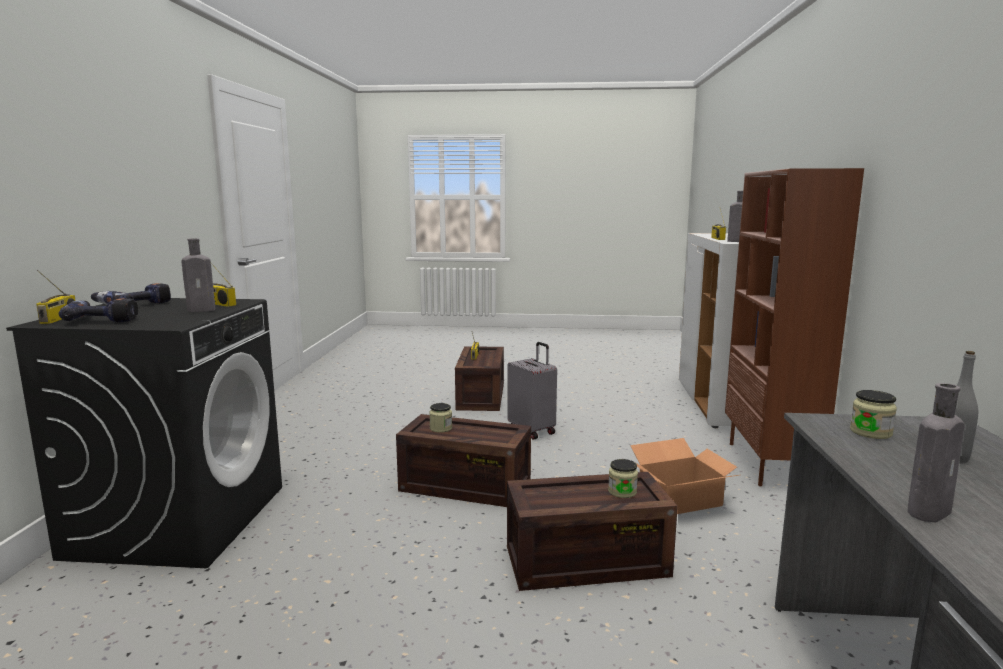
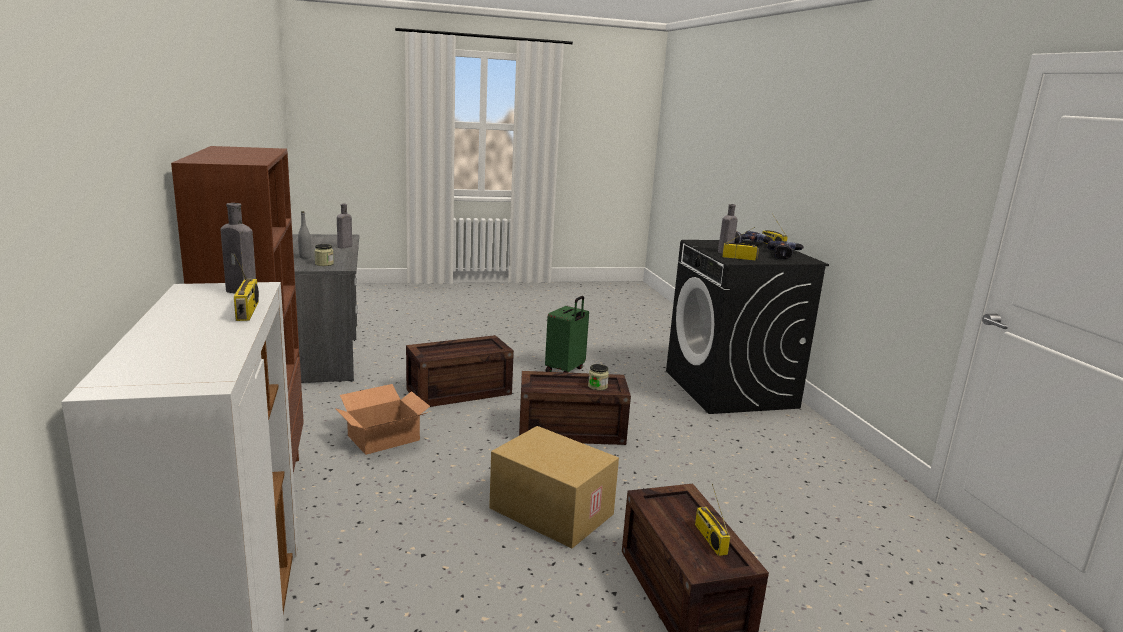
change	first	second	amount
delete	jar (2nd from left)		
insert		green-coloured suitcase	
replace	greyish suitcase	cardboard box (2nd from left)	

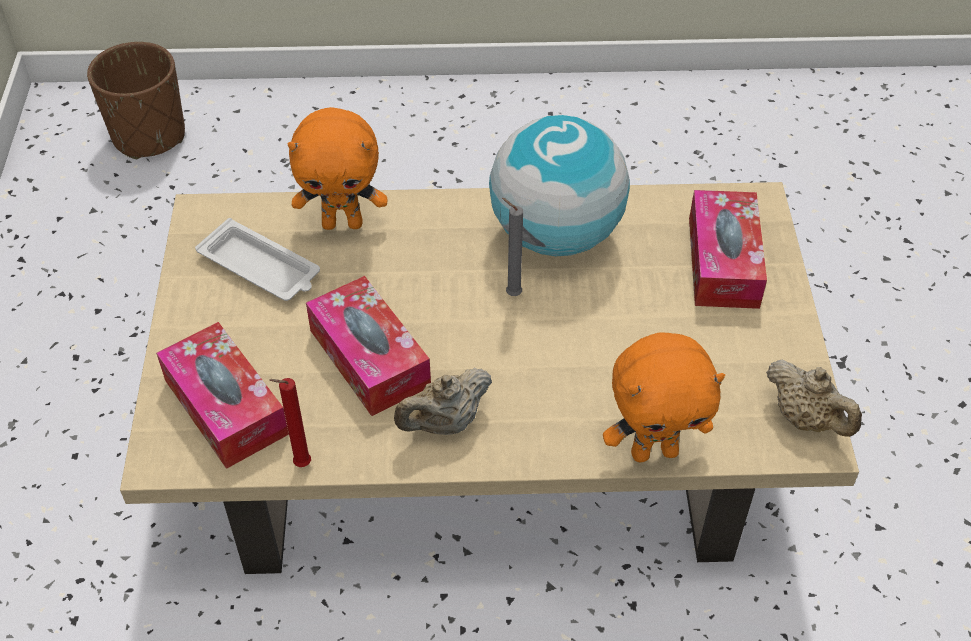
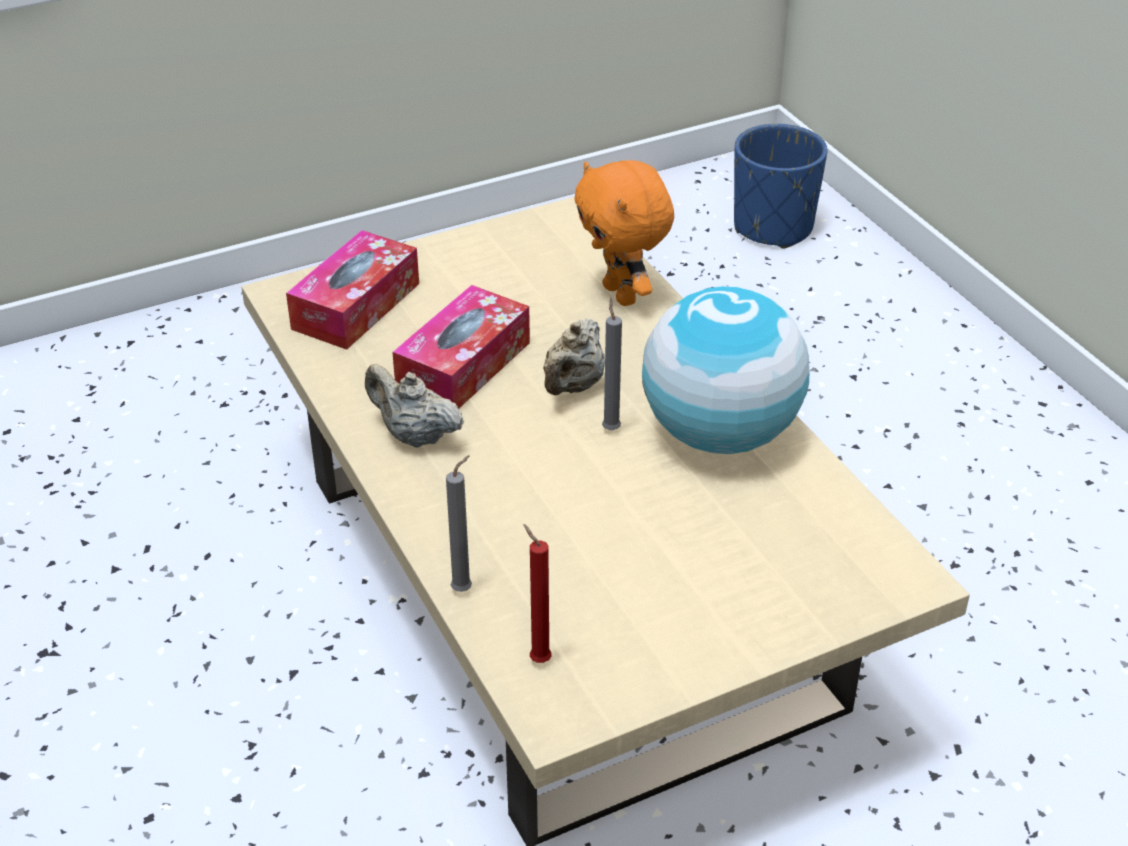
change	first	second	amount
delete	whitish tray		
delete	tissue holder (3rd from left)		
move	red-coloured wax light		
move	beige-coloured tea pot (2nd from left)		
replace	orange-coloured plush toy (2nd from left)	greyish wax light (1st from left)	
recolor	brown planter	blue planter	

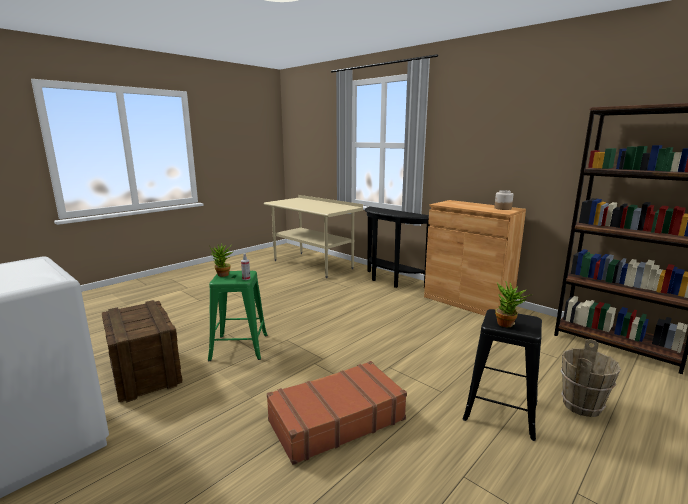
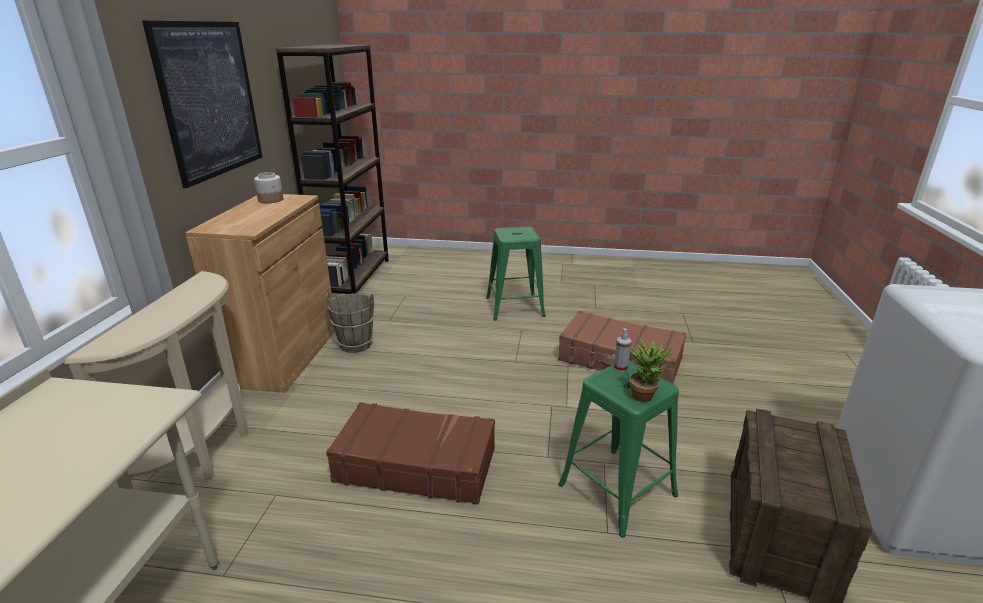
change	first	second	amount
delete	houseplant (2nd from left)		
insert		wall picture	
insert		brown suitcase (1st from left)	
move	brown pail		
recolor	black console table	beige-coloured console table	
recolor	black stool seat	green-coloured stool seat (1st from left)	

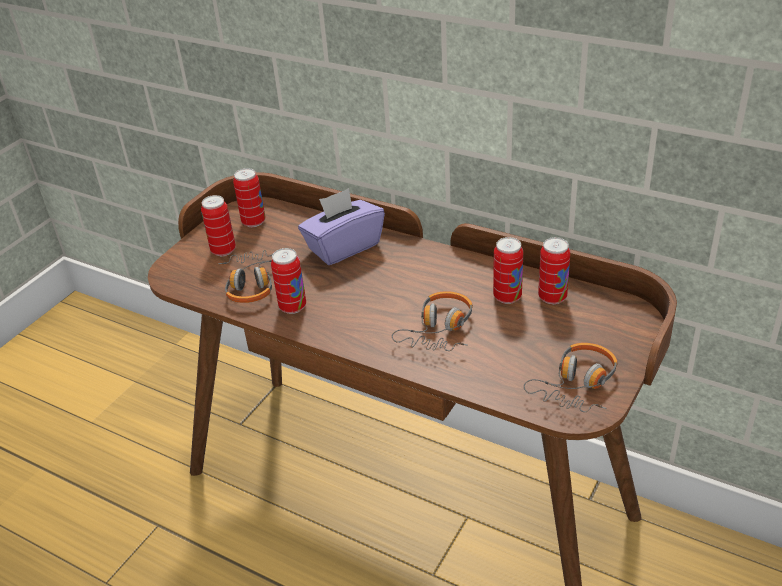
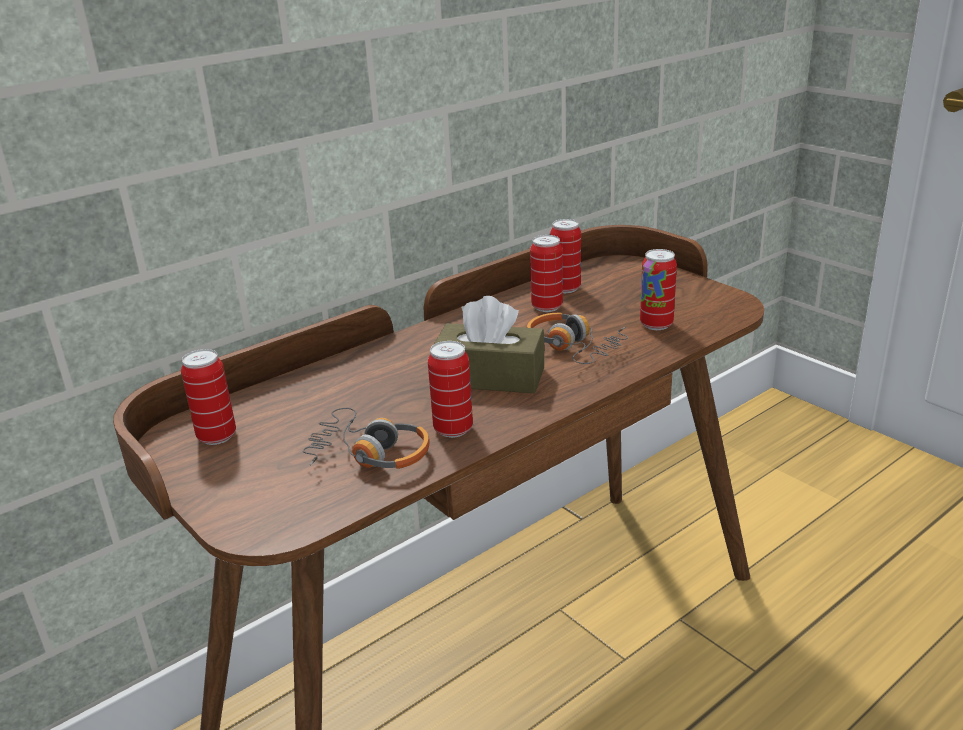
change	first	second	amount
delete	purplish tissue holder		
delete	headset (3rd from left)		
insert		brown tissue holder	
move	metal can (1st from left in the first image)	metal can (5th from left)	

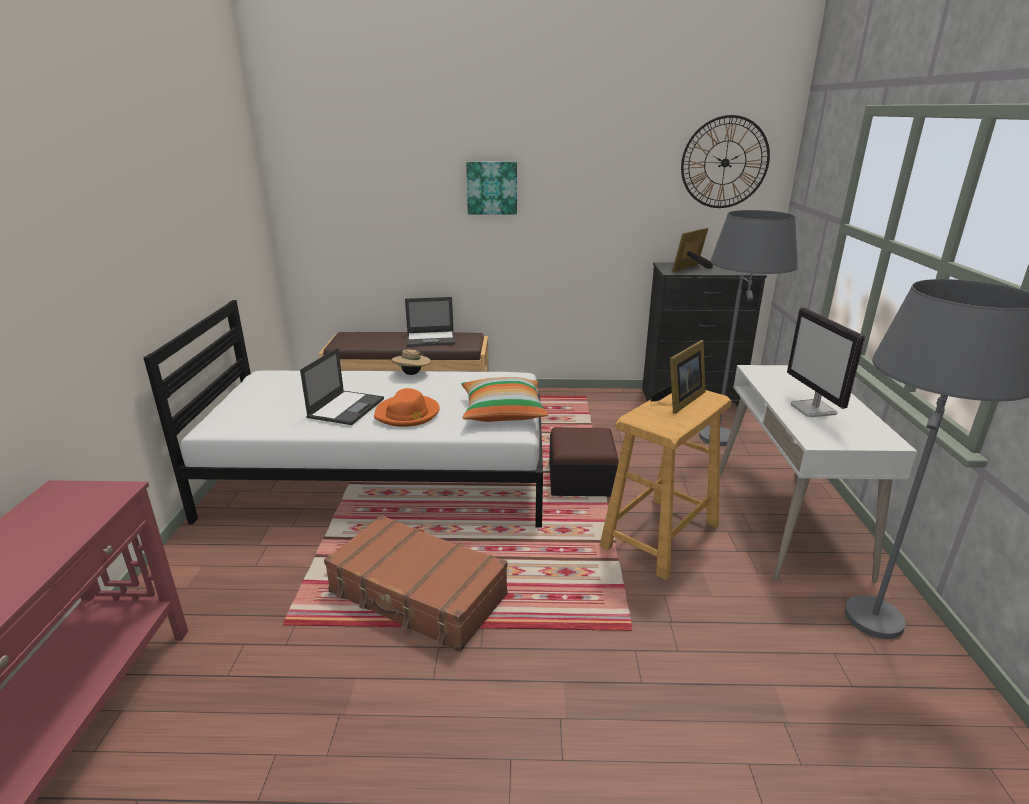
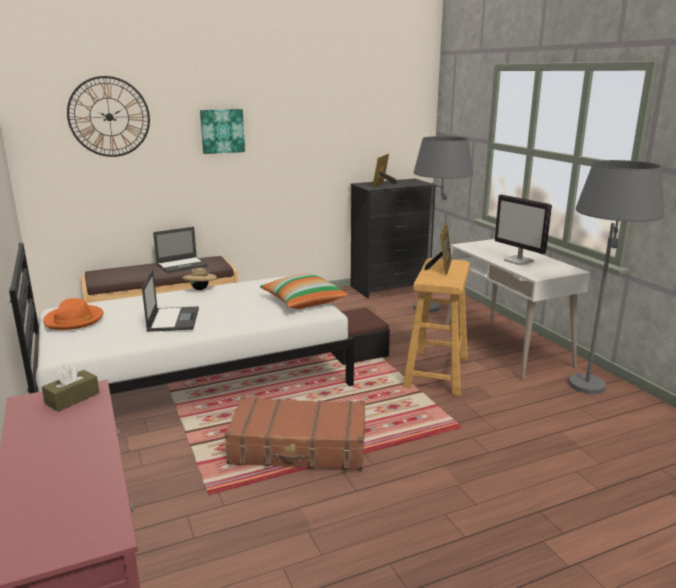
change	first	second	amount
insert		brown tissue holder	
move	orange-coloured clothing hat		
move	wall clock		

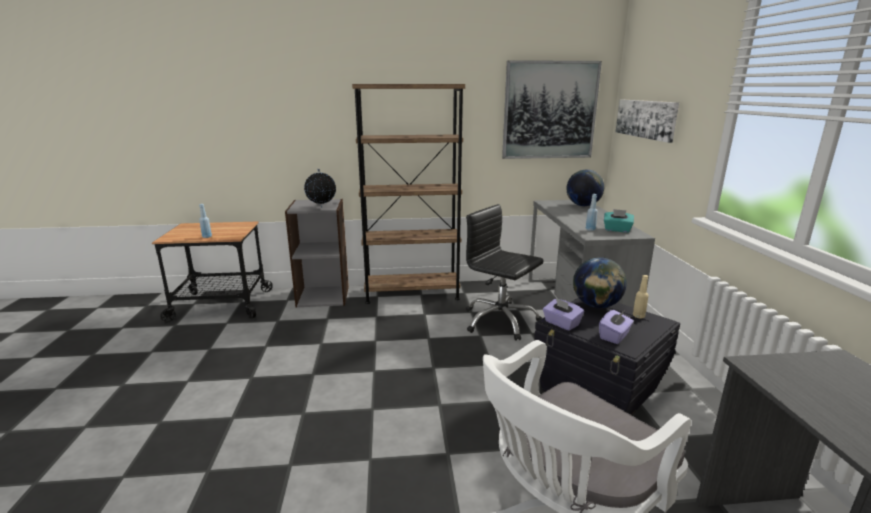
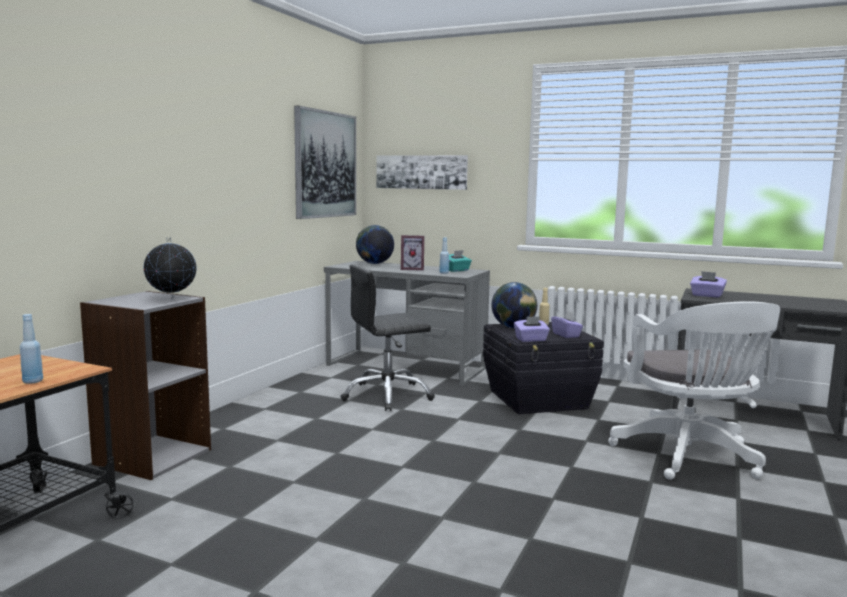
change	first	second	amount
delete	brown bookcase		
insert		photo frame	
insert		purplish tissue holder (3rd from left)	

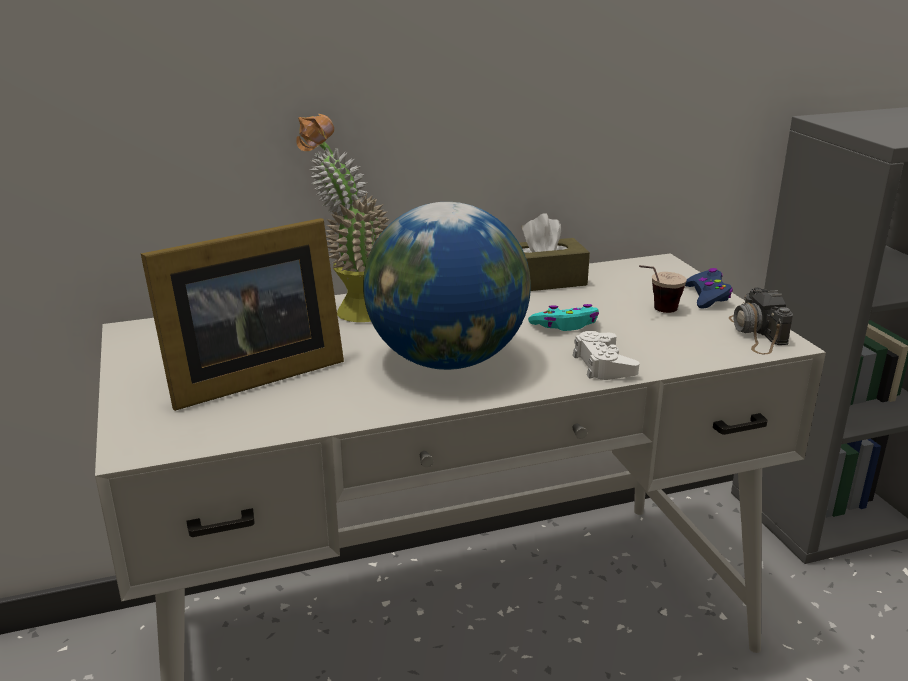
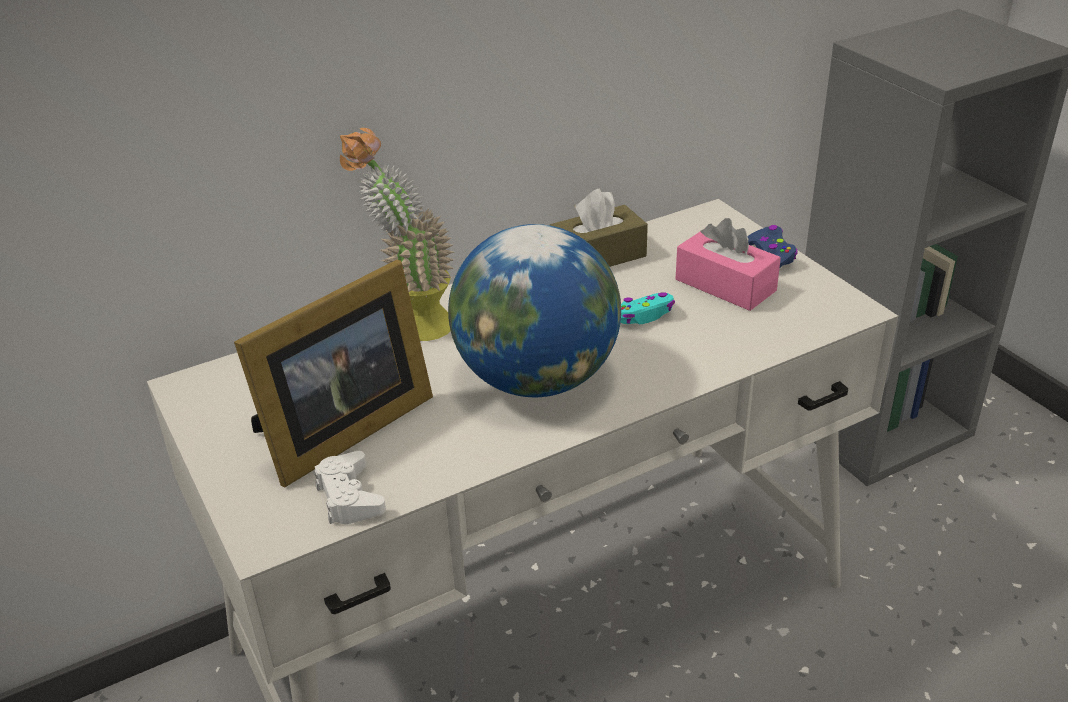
change	first	second	amount
delete	photo camera		
move	whitish game controller		
replace	cup	pink tissue holder	

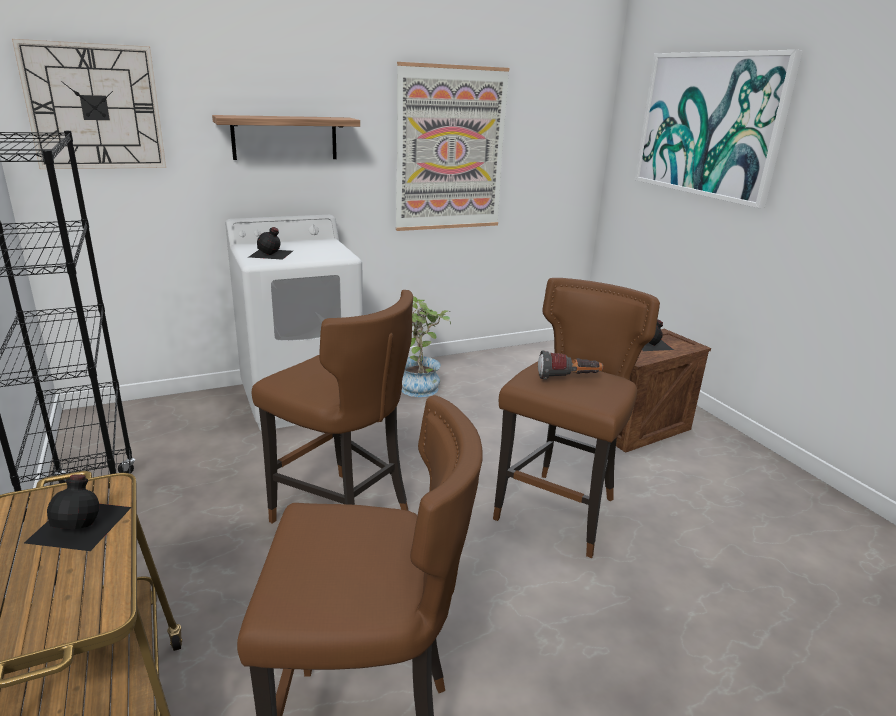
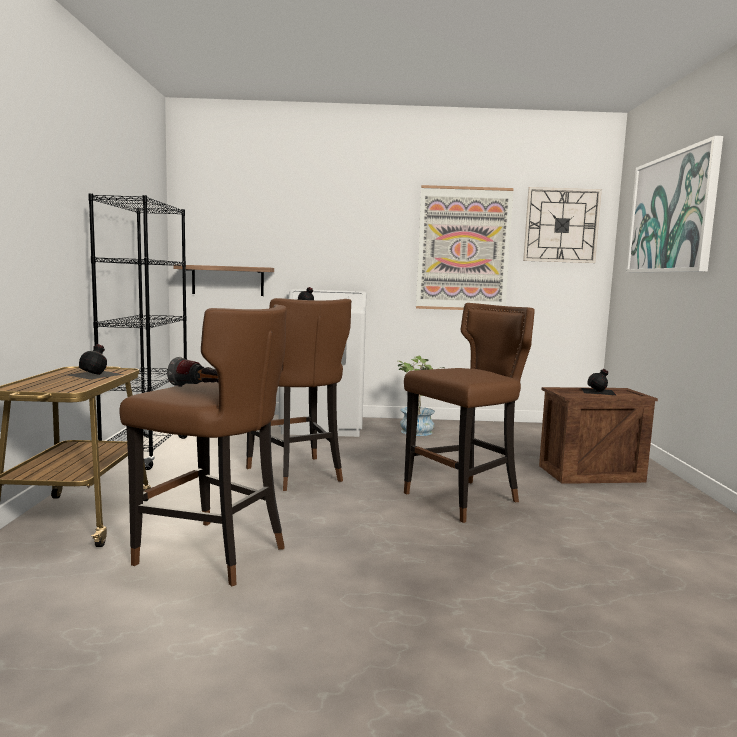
change	first	second	amount
move	wall clock		
move	wall shelf		
move	hand torch		

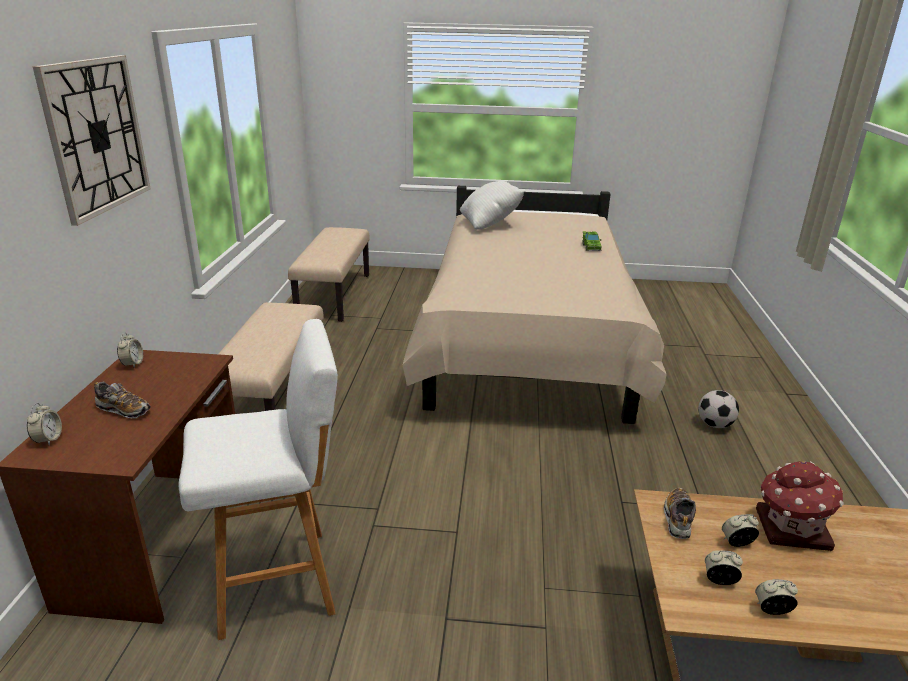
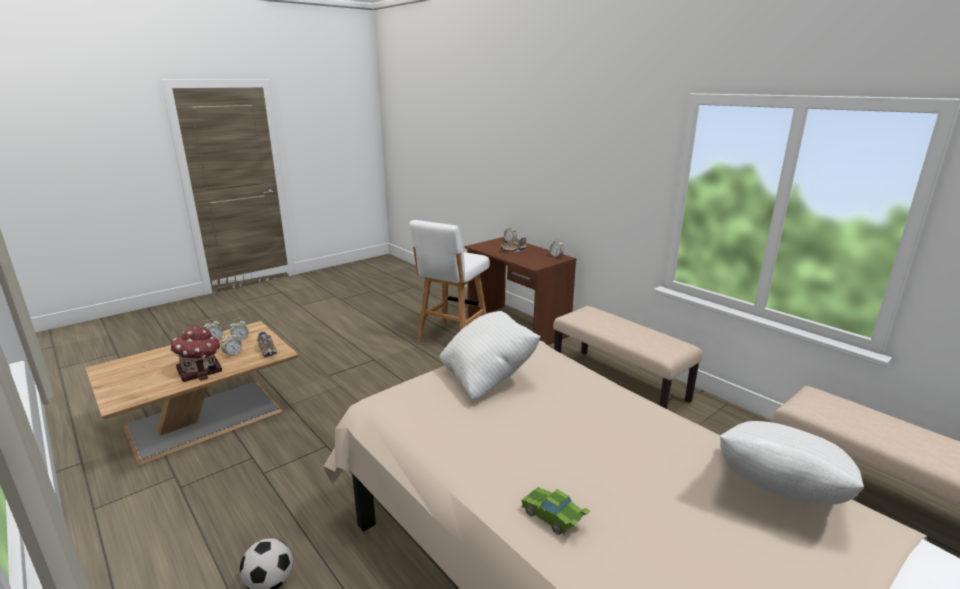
change	first	second	amount
delete	wall clock		
insert		whitish cushion (1st from left)	

